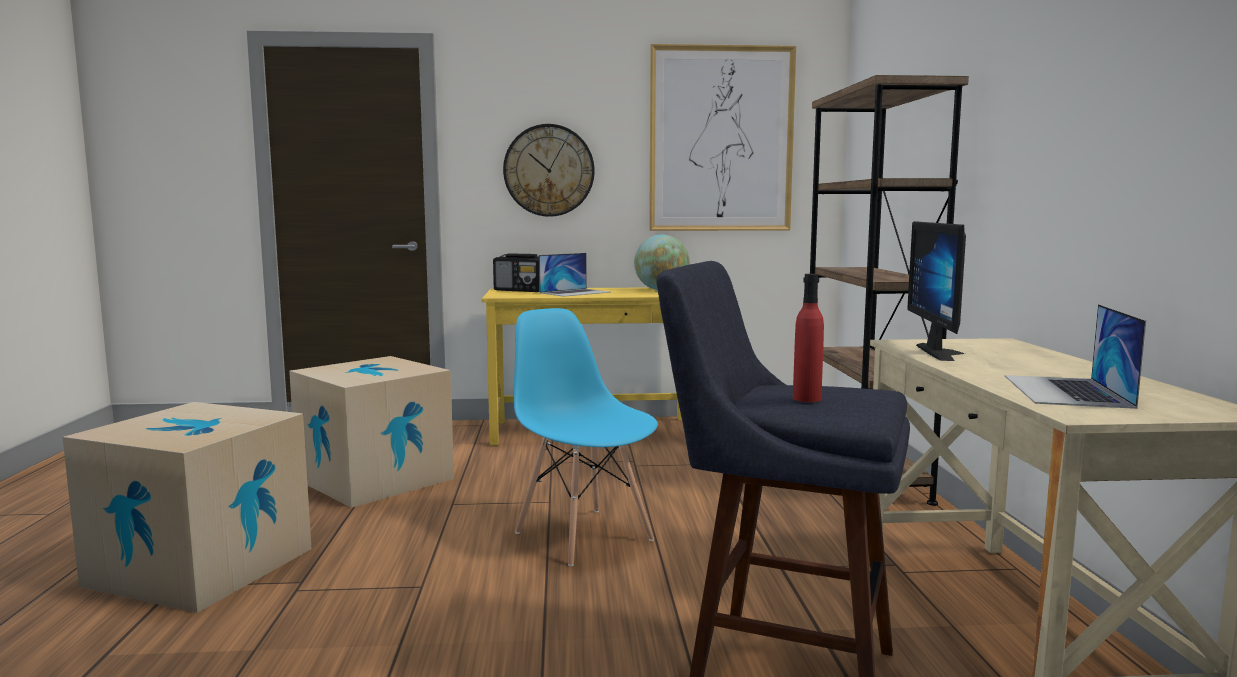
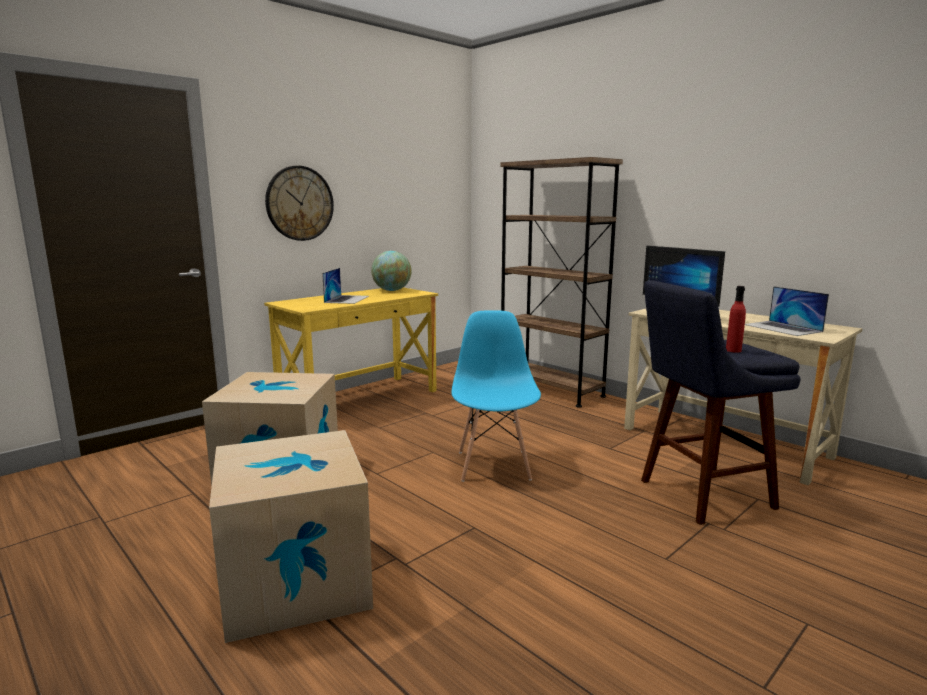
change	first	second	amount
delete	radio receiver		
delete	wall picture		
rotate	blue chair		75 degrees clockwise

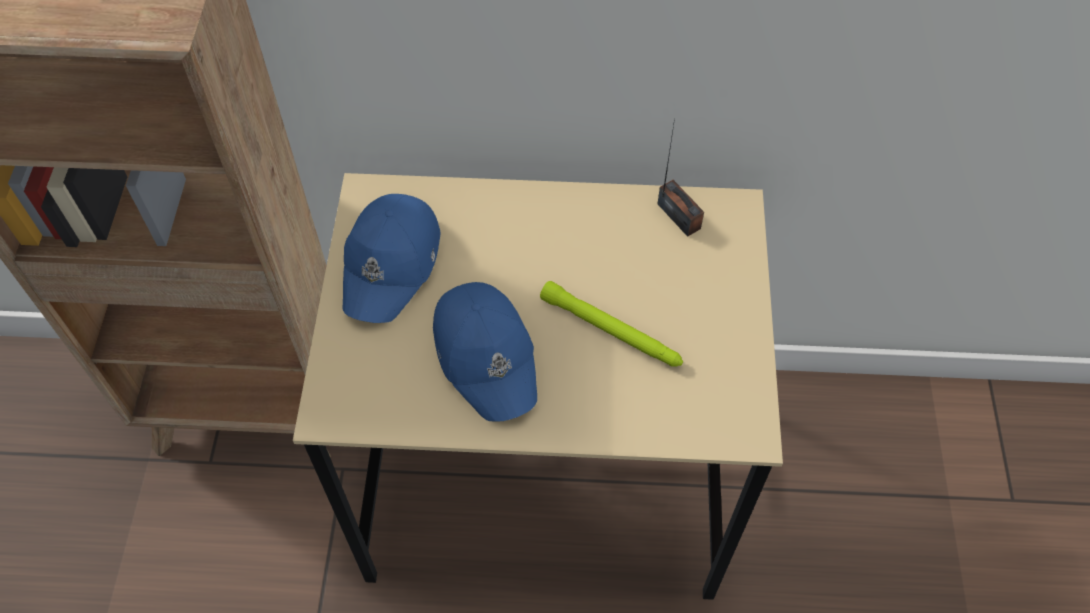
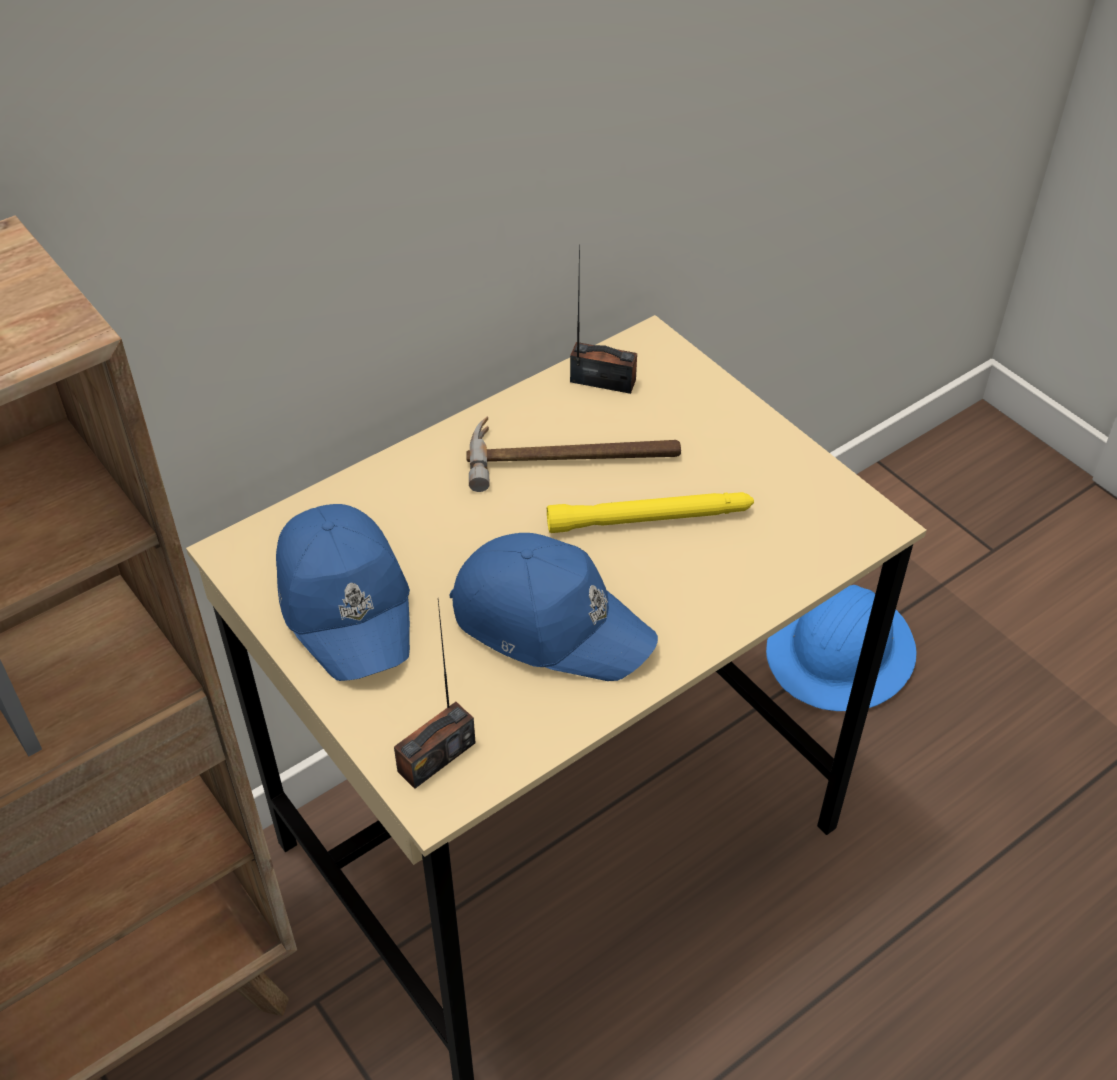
change	first	second	amount
insert		radio receiver (1st from left)	
insert		tool hammer	
insert		blue safety helmet	
recolor	green-coloured hand torch	yellowish hand torch	

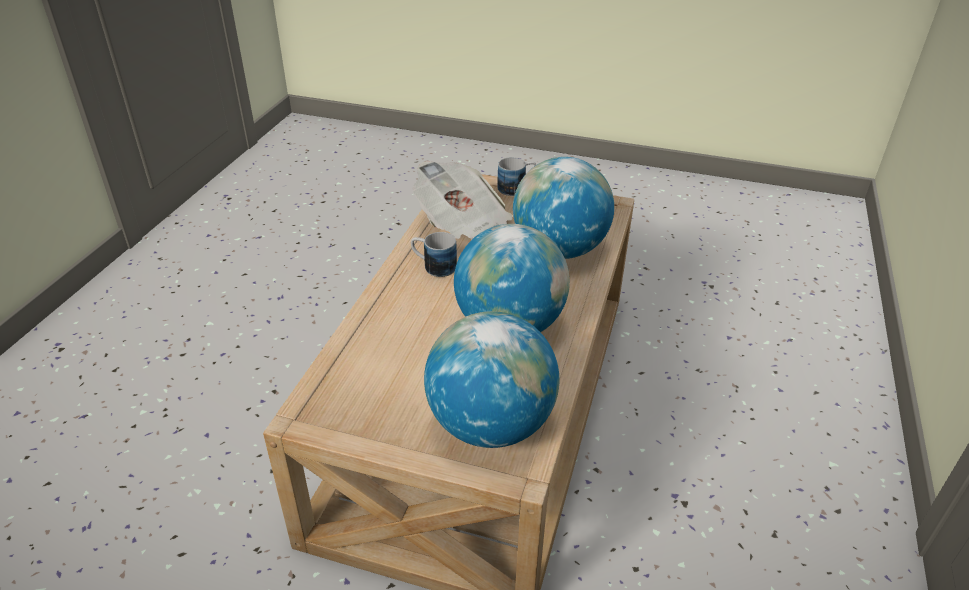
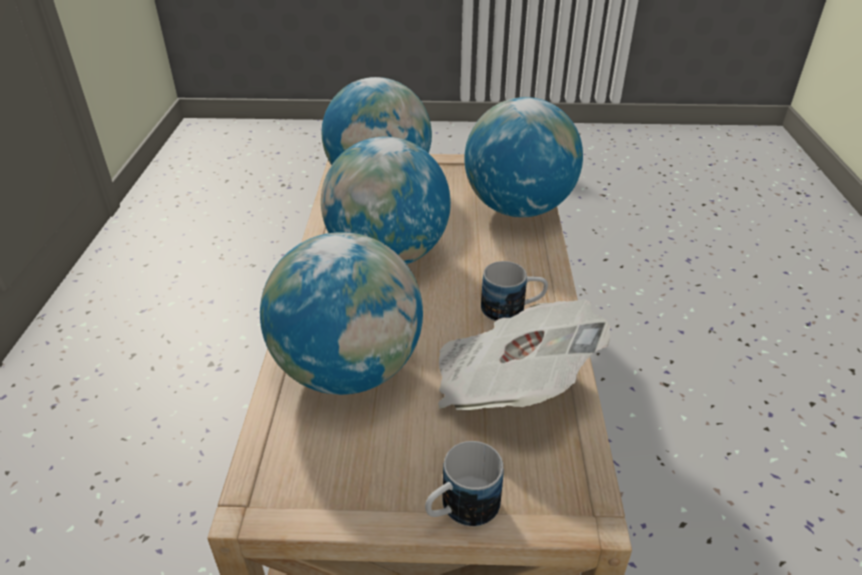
change	first	second	amount
insert		globe (4th from left)	

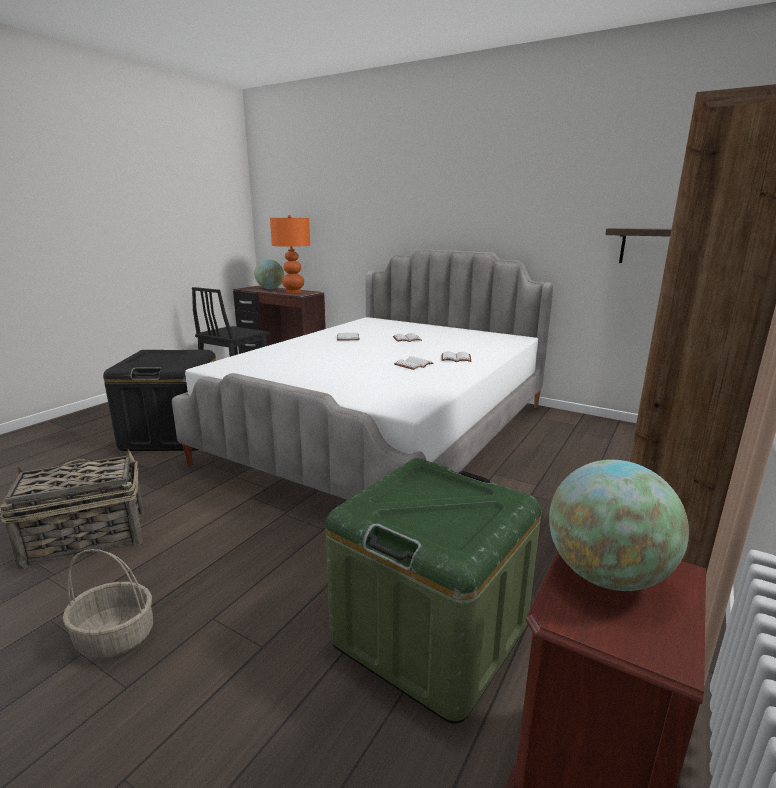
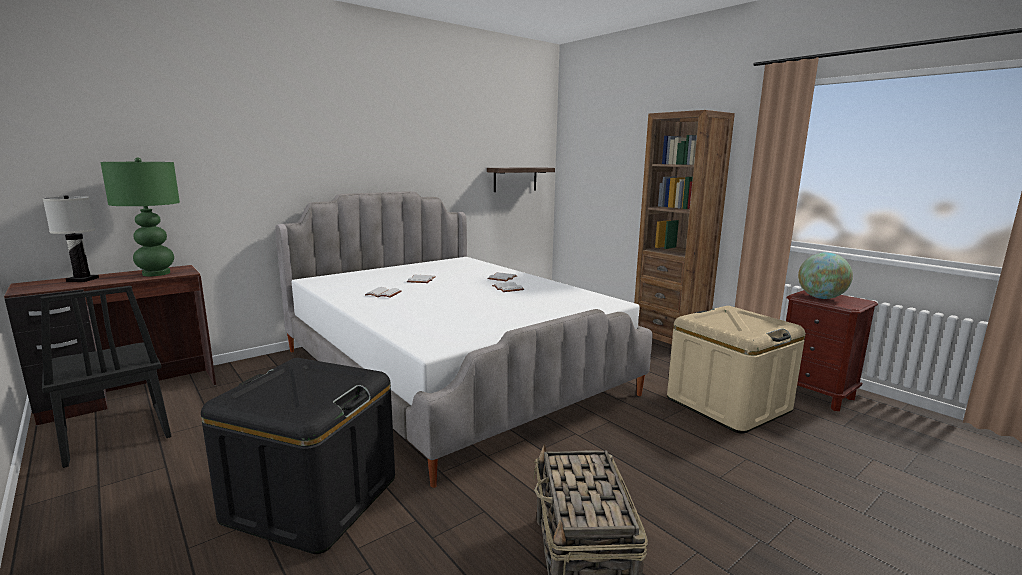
change	first	second	amount
delete	storage basket (2nd from left)		
replace	globe (1st from left)	whitish tabletop lamp	
recolor	orange-coloured tabletop lamp	green-coloured tabletop lamp	
recolor	green-coloured storage box	beige-coloured storage box	

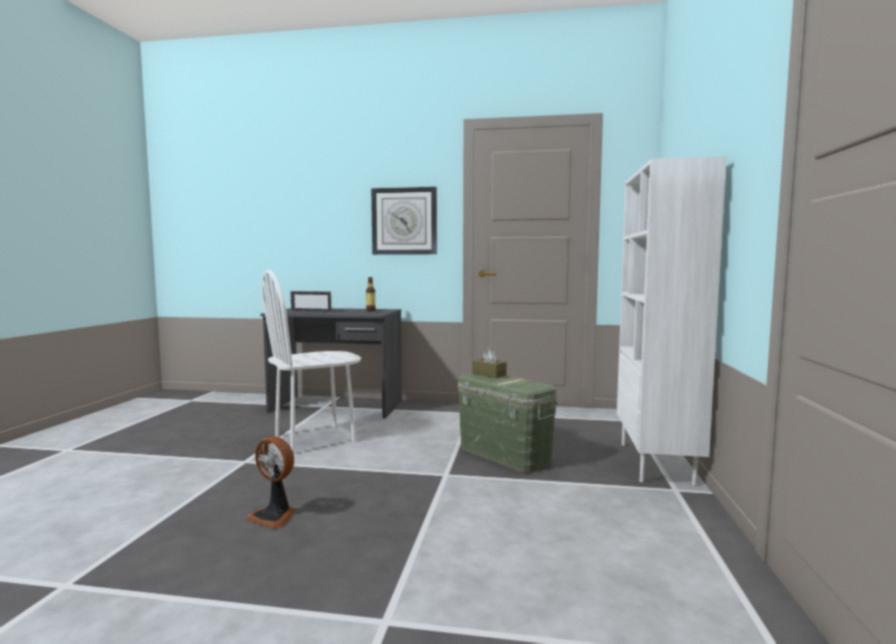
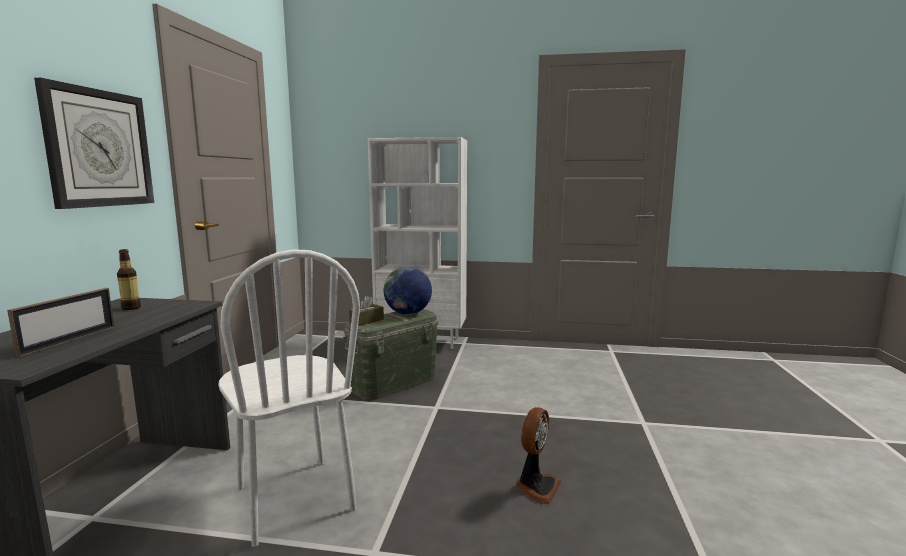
change	first	second	amount
insert		globe	

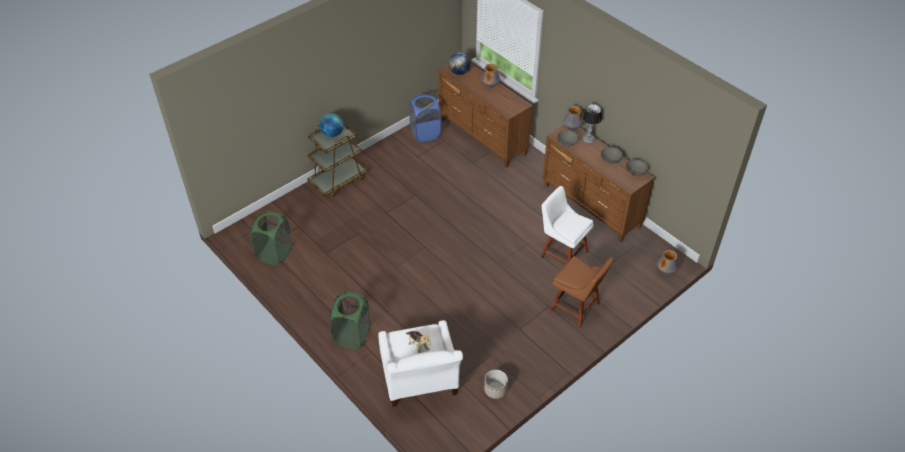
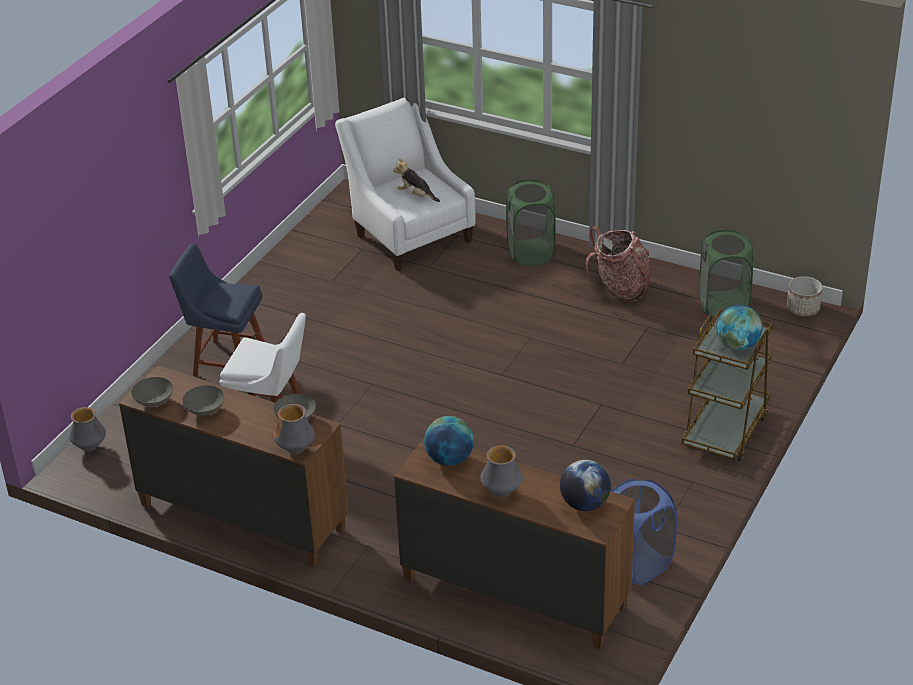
change	first	second	amount
delete	tabletop lamp		
insert		globe (1st from left)	
insert		knapsack	
move	planter		
recolor	brown chair	blue chair	

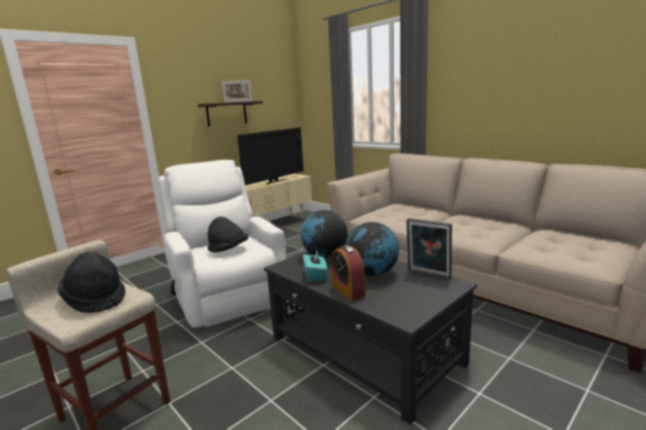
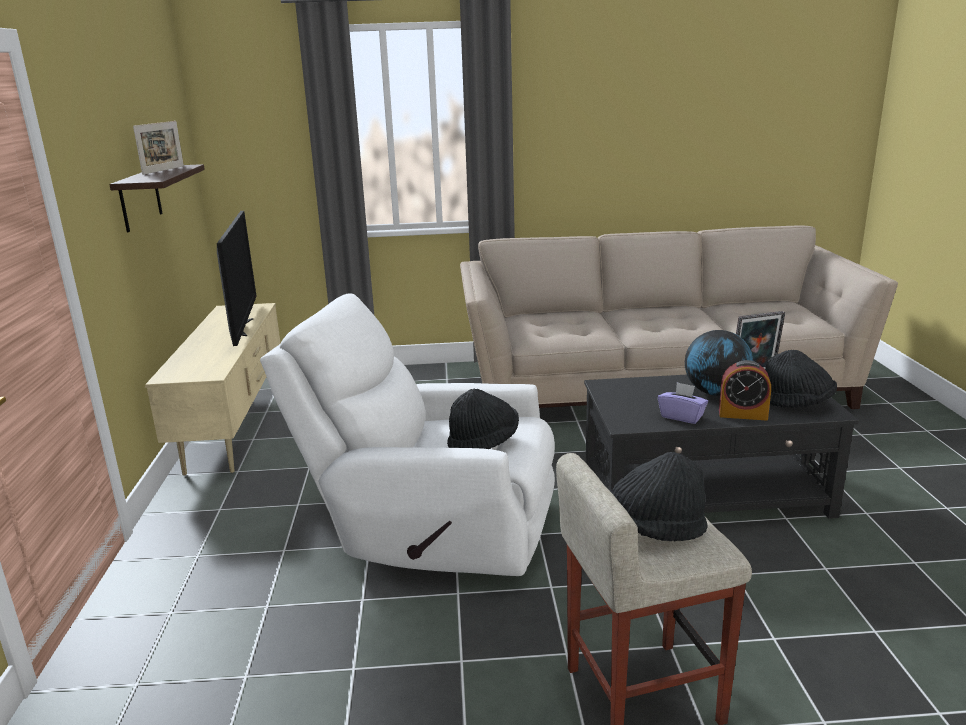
change	first	second	amount
delete	globe (1st from left)		
insert		black clothing hat (3rd from left)	
recolor	turquoise-coloured tissue holder	purplish tissue holder	

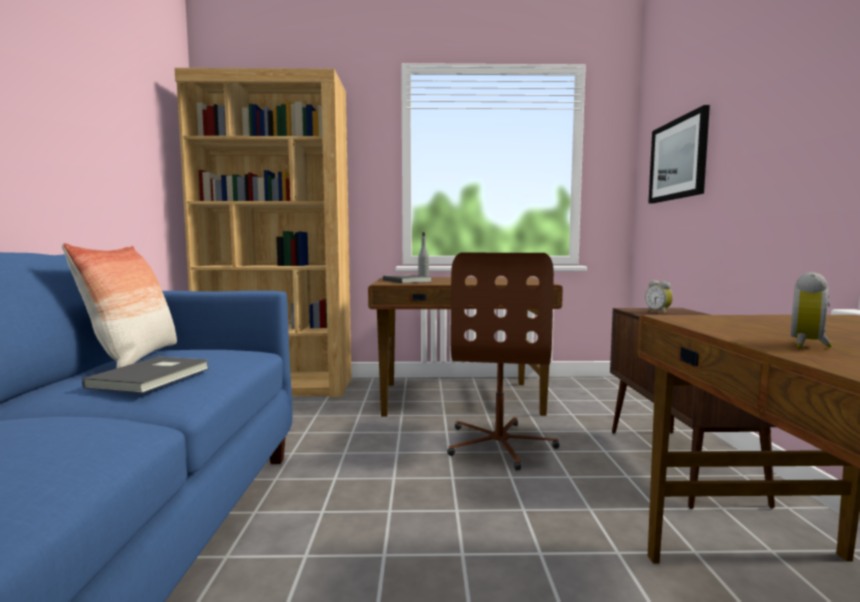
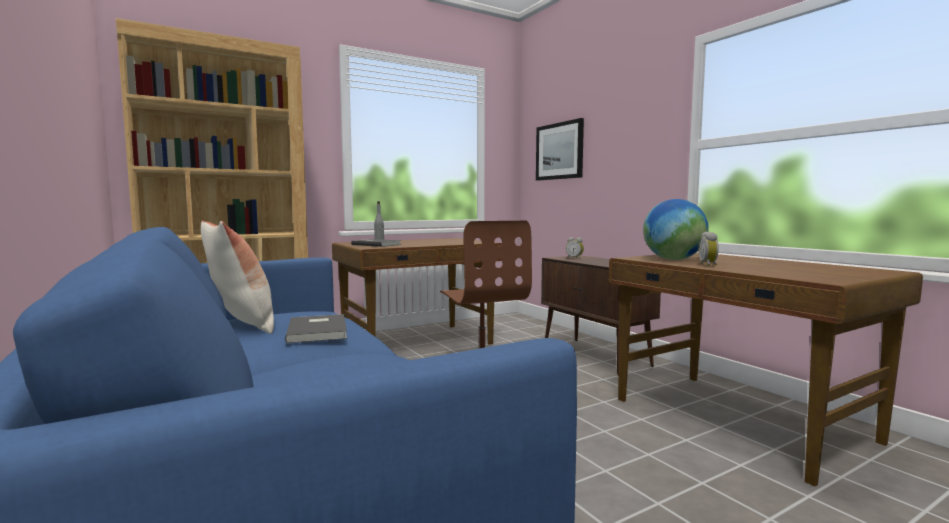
change	first	second	amount
insert		globe	

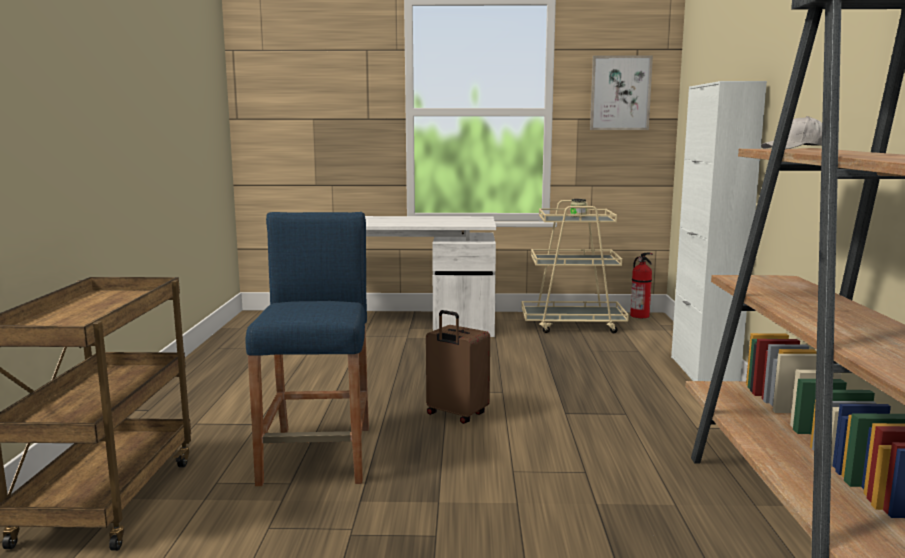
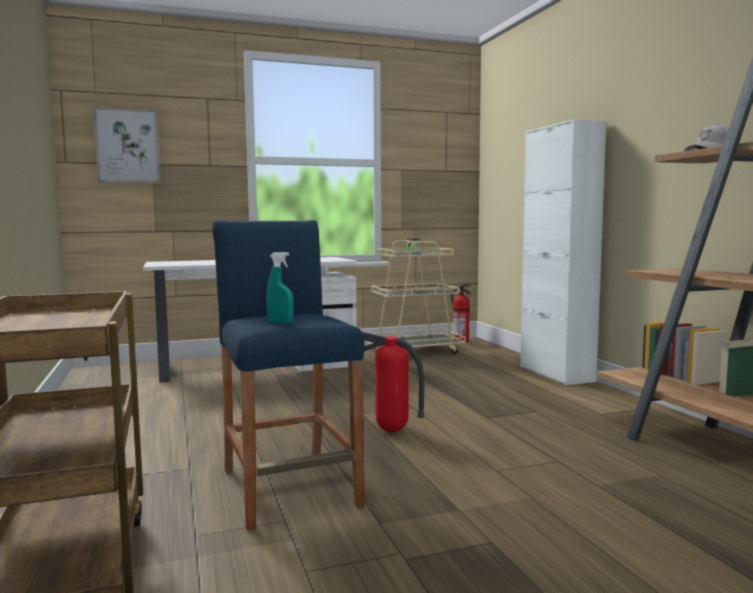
change	first	second	amount
insert		turquoise-coloured hand sprayer	
move	wall picture		
replace	brown suitcase	extinguisher (1st from left)	

